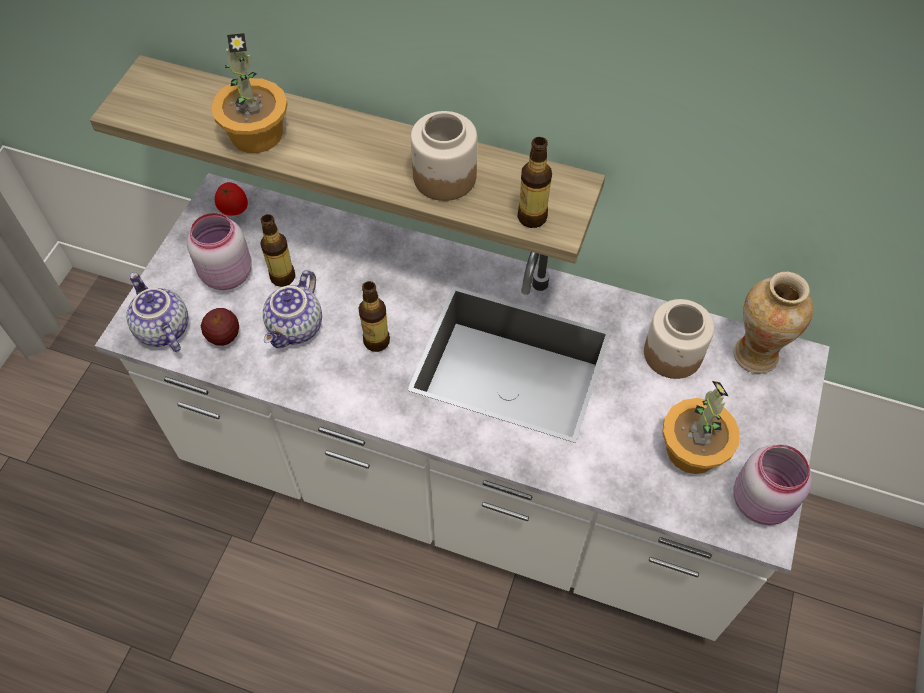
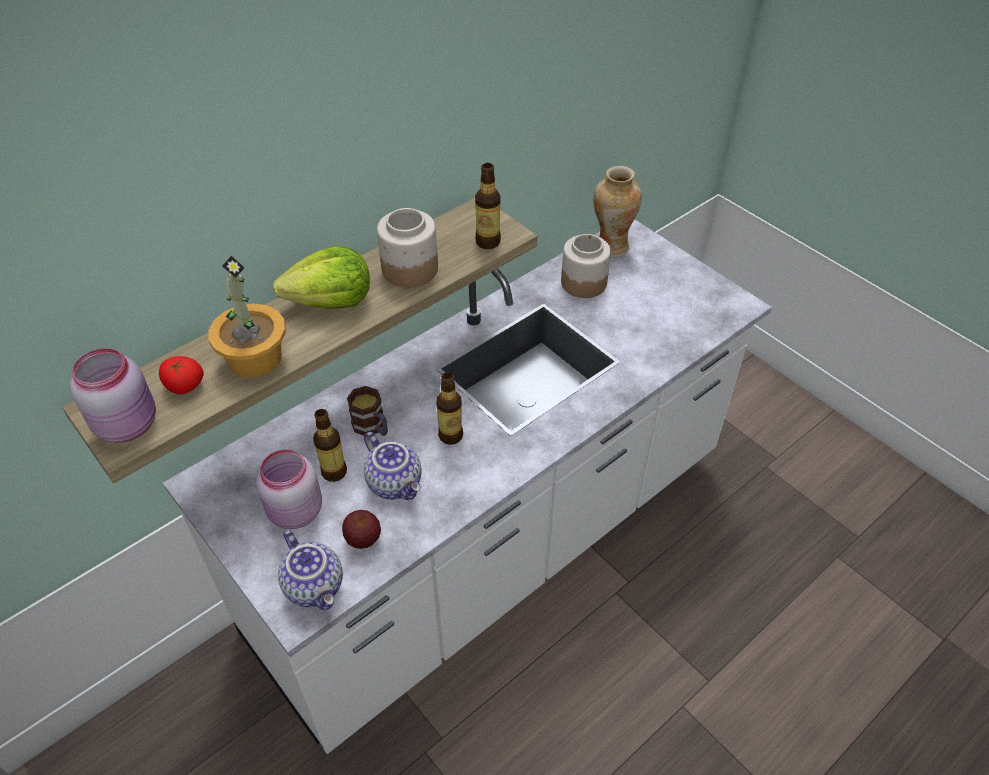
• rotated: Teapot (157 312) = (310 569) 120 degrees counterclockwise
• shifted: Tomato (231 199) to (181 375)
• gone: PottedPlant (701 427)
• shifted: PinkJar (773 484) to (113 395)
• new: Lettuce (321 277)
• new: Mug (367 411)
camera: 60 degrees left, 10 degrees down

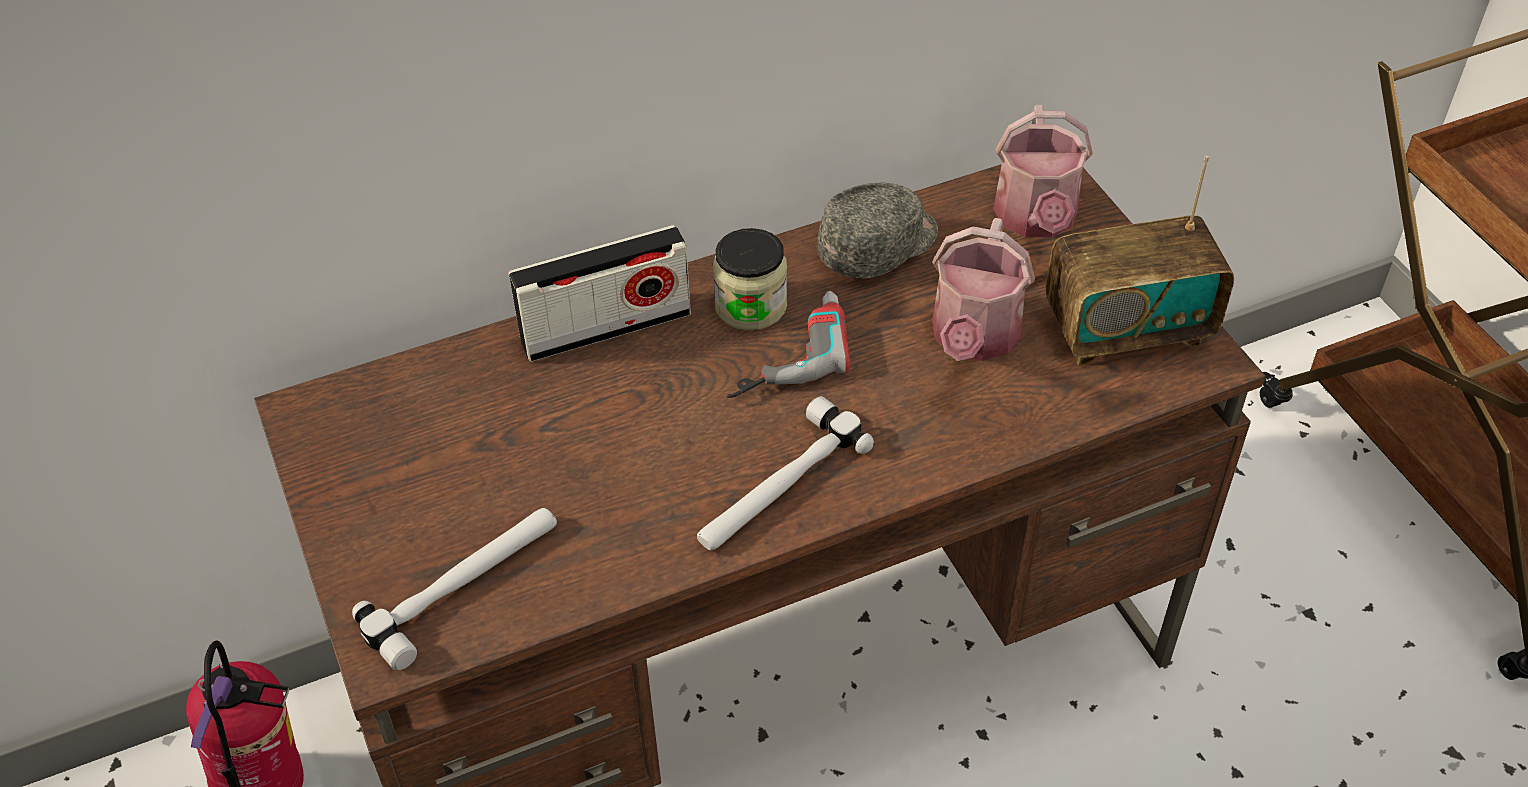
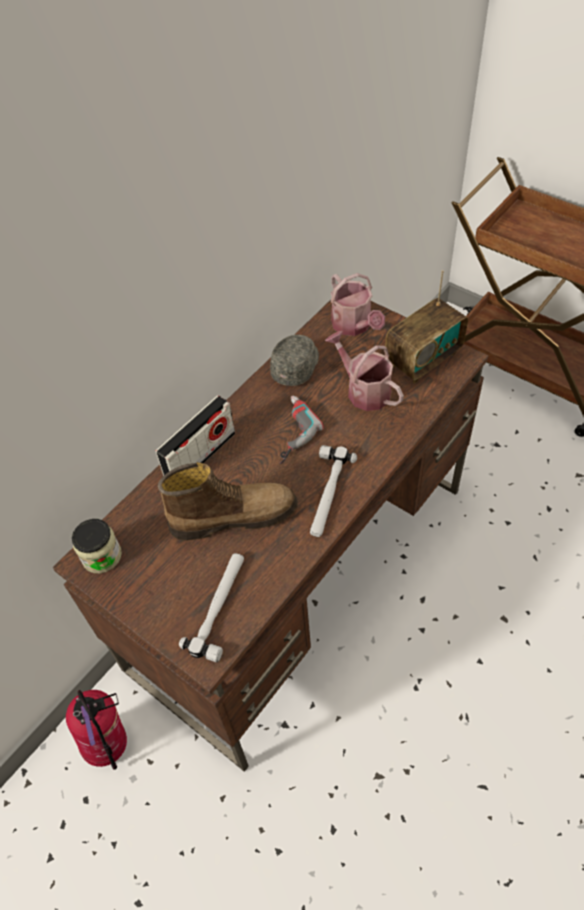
• shifted: Jar (750 279) to (97 546)
• rotated: WateringCan (983 289) = (364 371) 150 degrees clockwise
• new: Boot (228 501)
camera: 25 degrees left, 5 degrees up

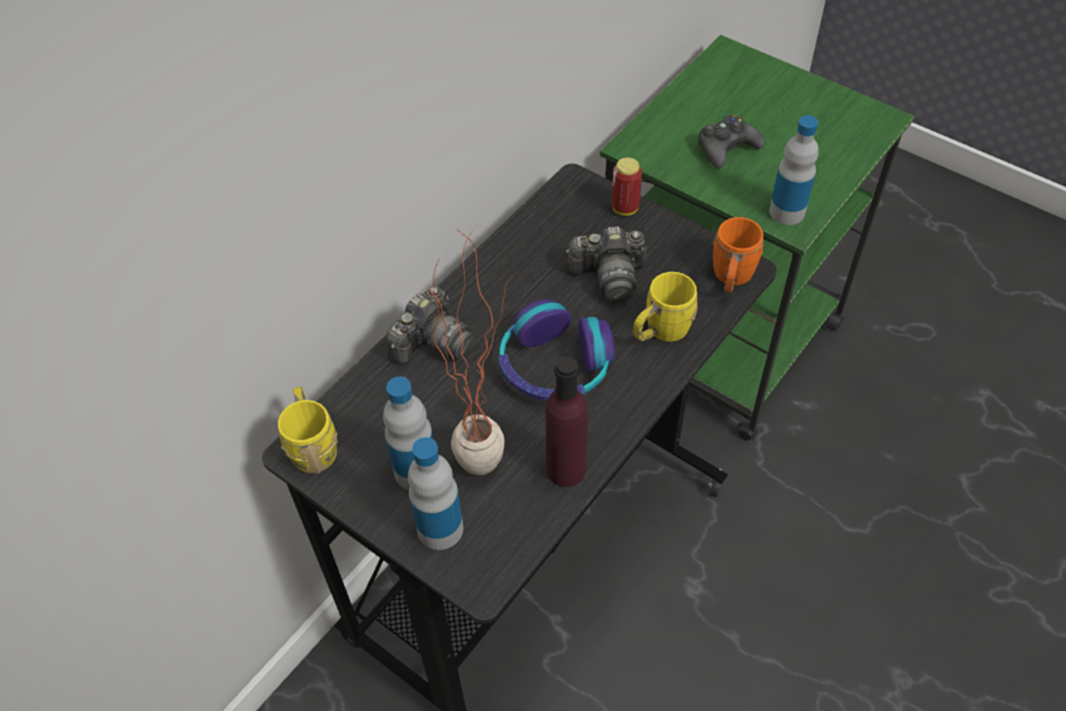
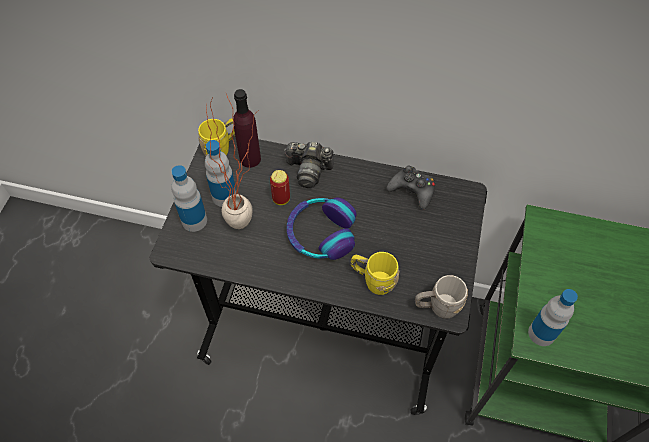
• shifted: PurpleBottle (567 422) to (247 128)
• gone: PhotoCamera (606 264)
• shifted: Can (627 187) to (280 187)
• shifted: BlackGameController (731 142) to (410 187)
• repainted: OrangeMug (738 255) to GreyMug (441 297)
camera: 65 degrees right, 5 degrees up

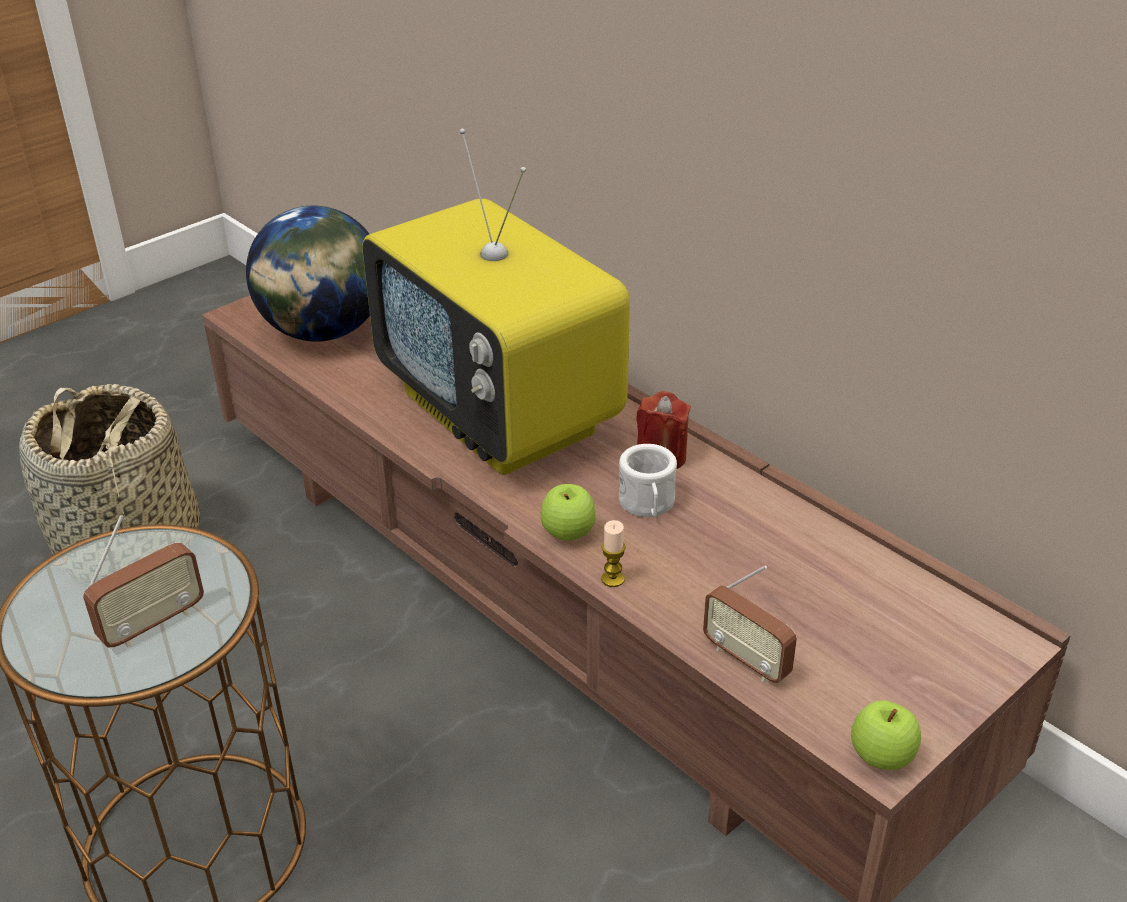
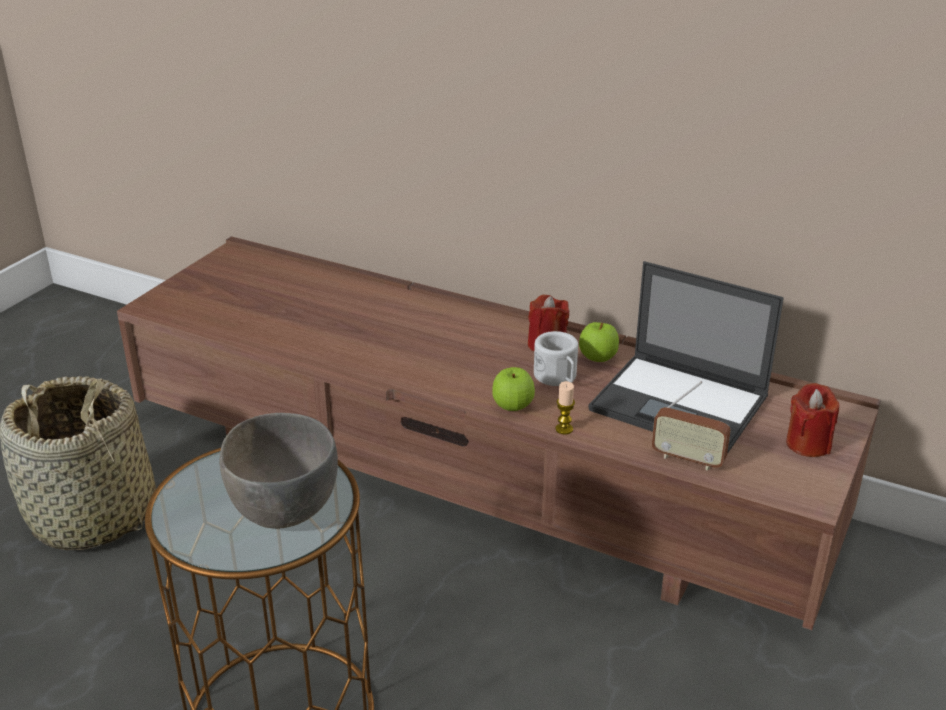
• swapped: Radio (143 581) to GreyBowl (278 471)
• gone: Globe (308 274)
• gone: Television (496 301)
• shifted: Apple (886 735) to (599 342)
• new: Laptop (686 357)
• new: RedCandle (812 420)
camera: 20 degrees left, 5 degrees down

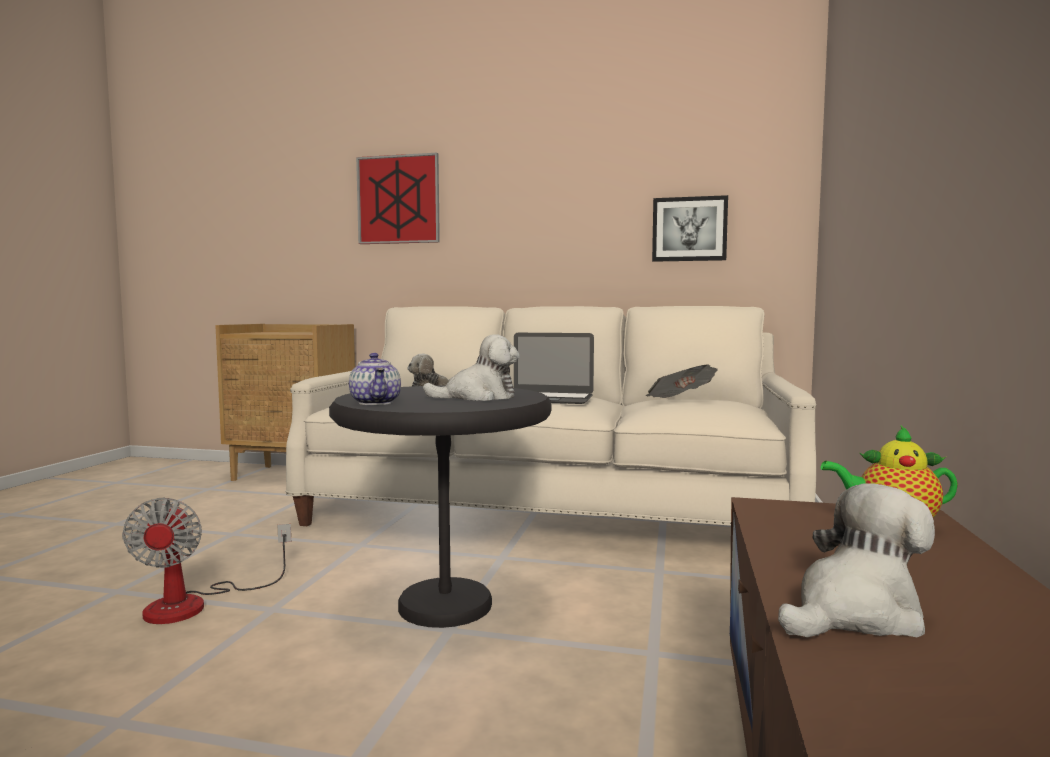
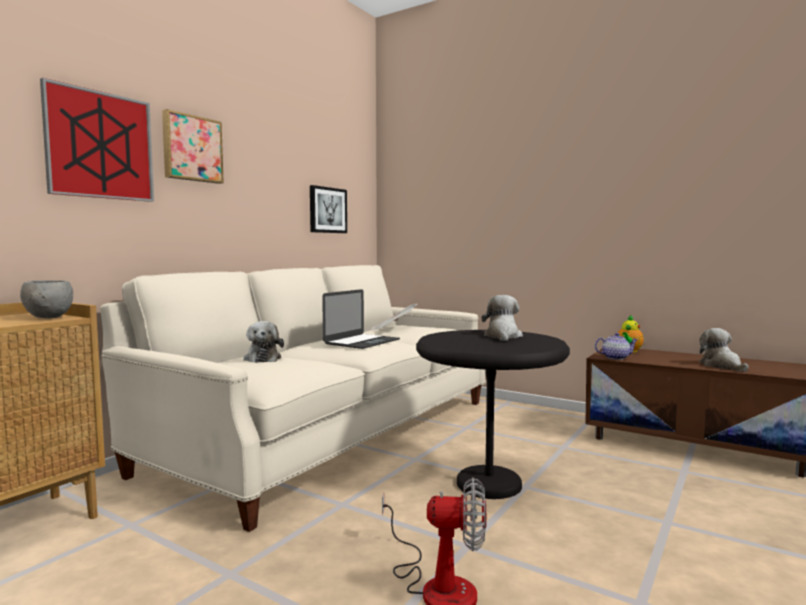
• shifted: Teapot (375 379) to (616 346)
• new: GreyBowl (46 299)
• new: Picture (193 146)
camera: 70 degrees left, 0 degrees up

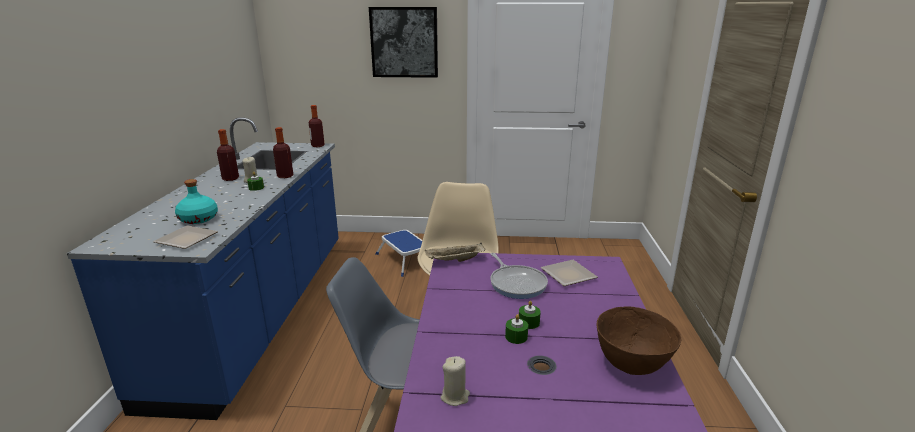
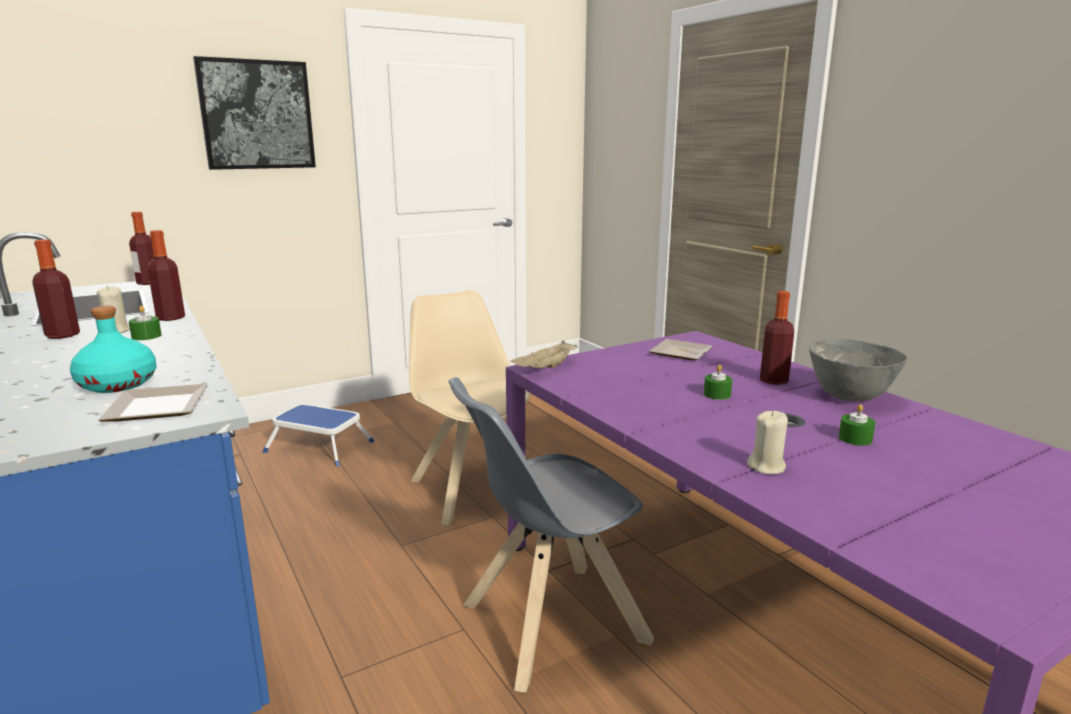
• gone: FryingPan (519 276)
• shifted: GreenCandle (516 329) to (857 425)
• repainted: BrownBowl (638 340) to GreyBowl (858 370)
• new: Bottle (777 338)
camera: 35 degrees left, 5 degrees down

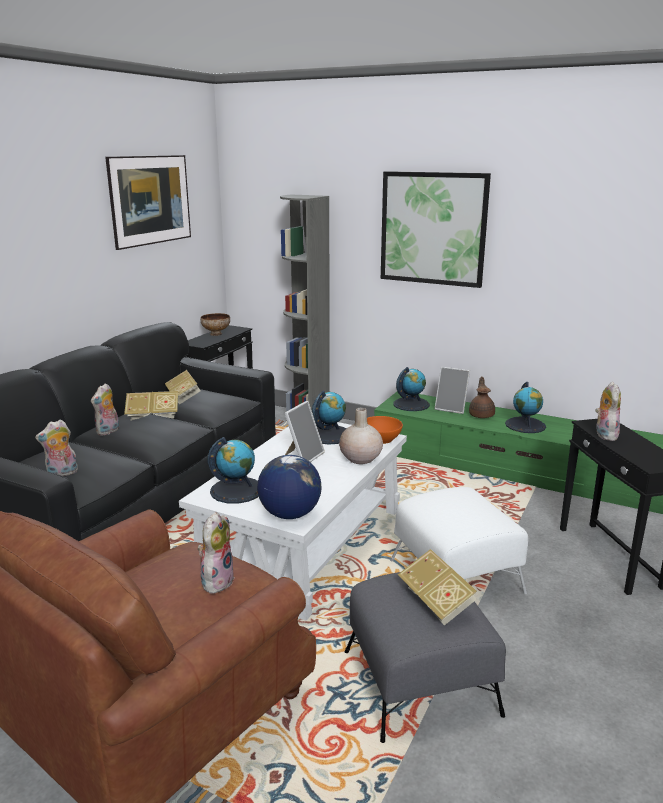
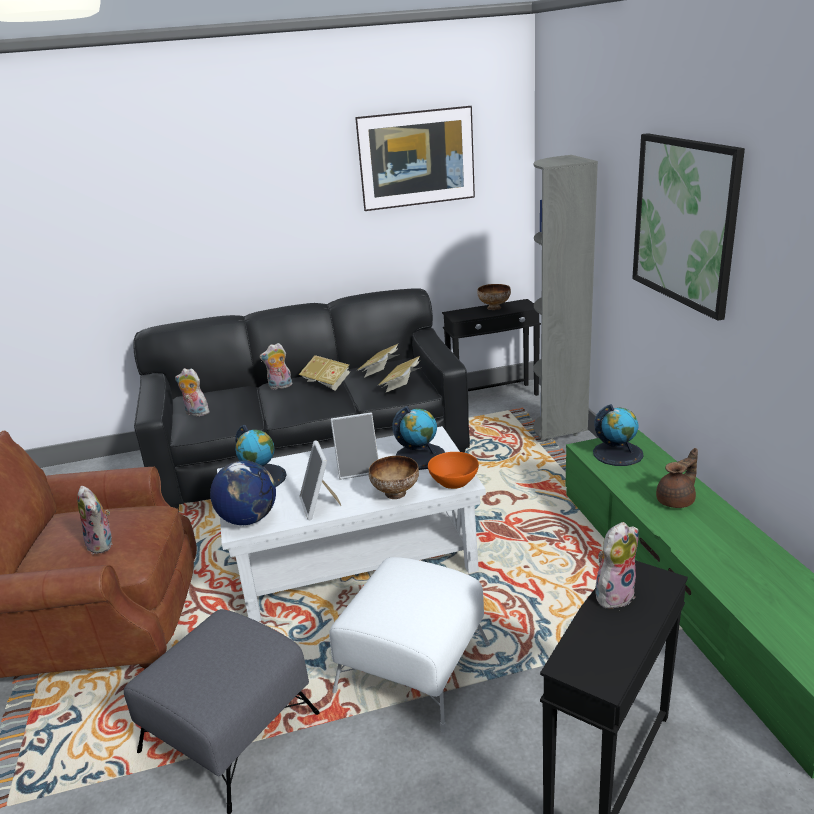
• rotated: PlushToy (216 553) = (94 520) 75 degrees clockwise
• swapped: BeigeVase (361 436) to Bowl (394 477)
• shifted: Book (437 587) to (400 374)
• shifted: PictureFrame (452 390) to (320 480)
• gone: Globe (525 407)
camera: 50 degrees right, 5 degrees up

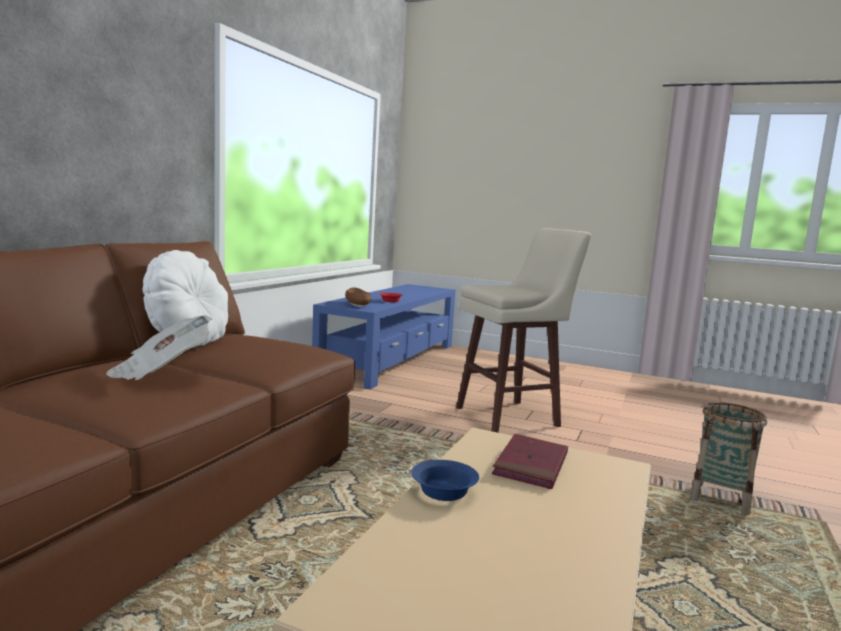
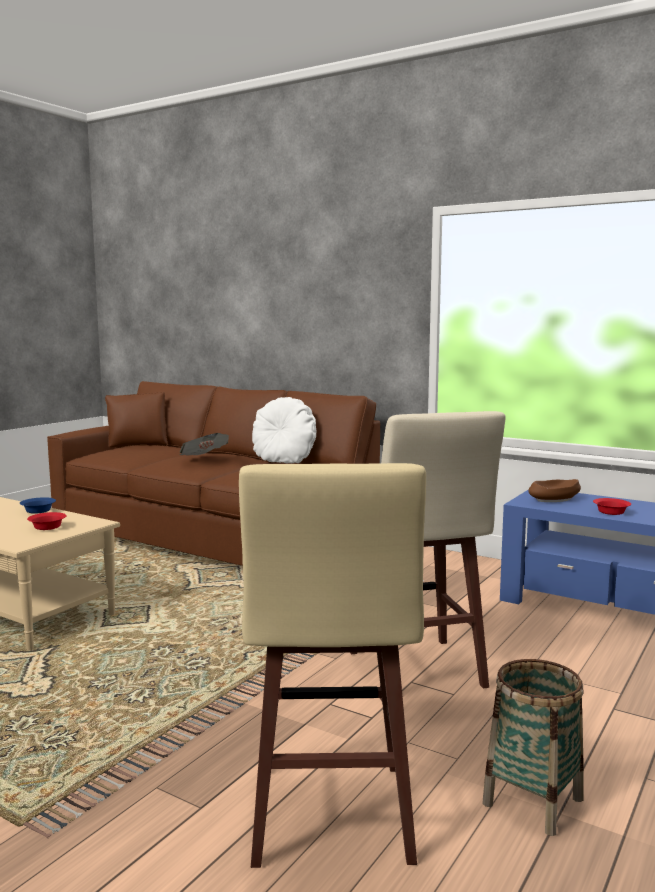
• swapped: RedBook (530 461) to RedBowl (46 521)
• shifted: Basket (728 458) to (533 747)
• new: BeigeStool (332 665)
camera: 100 degrees right, 0 degrees up

